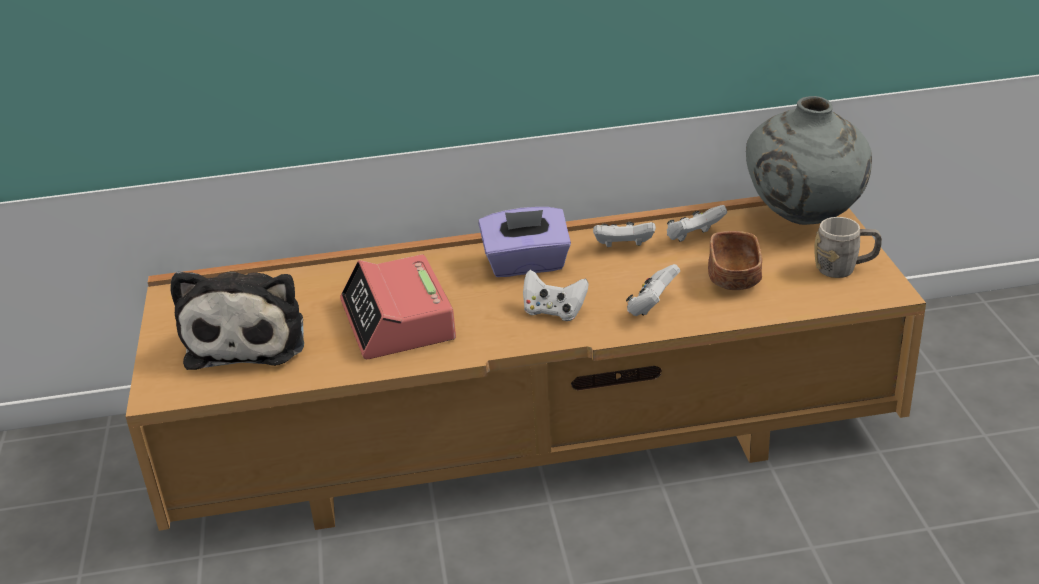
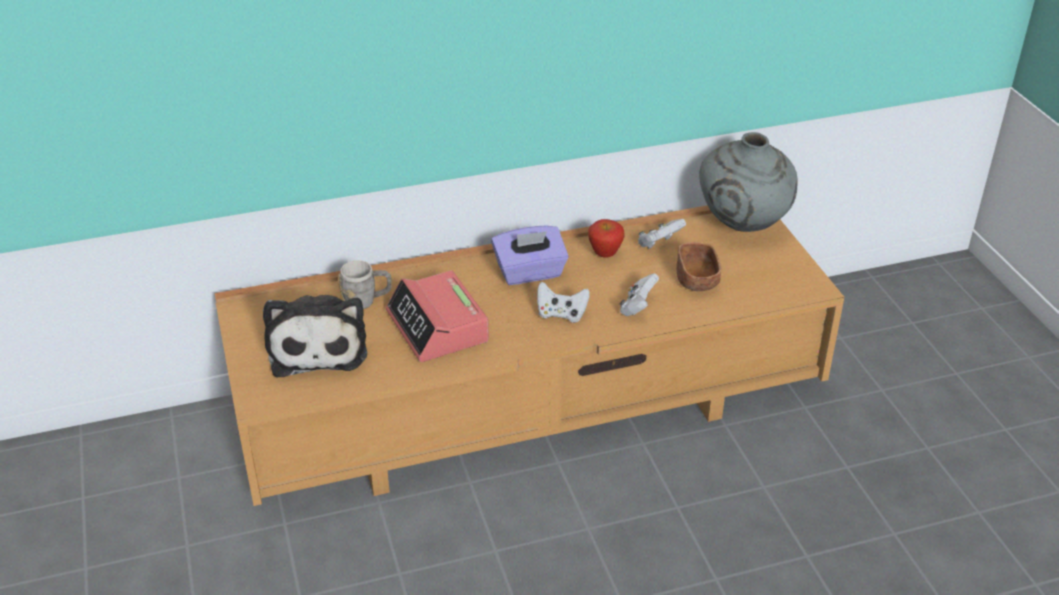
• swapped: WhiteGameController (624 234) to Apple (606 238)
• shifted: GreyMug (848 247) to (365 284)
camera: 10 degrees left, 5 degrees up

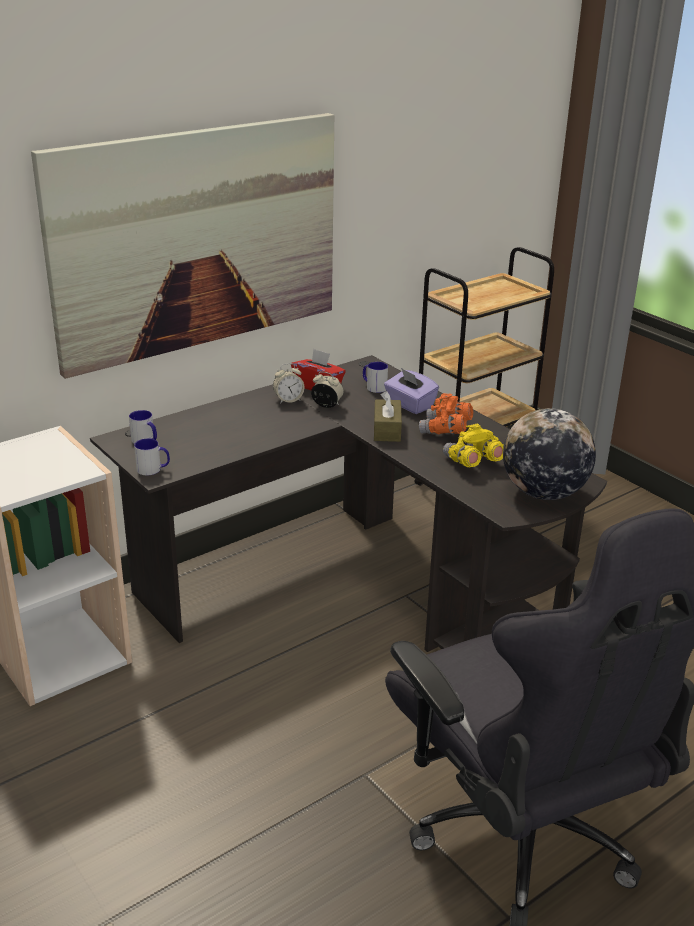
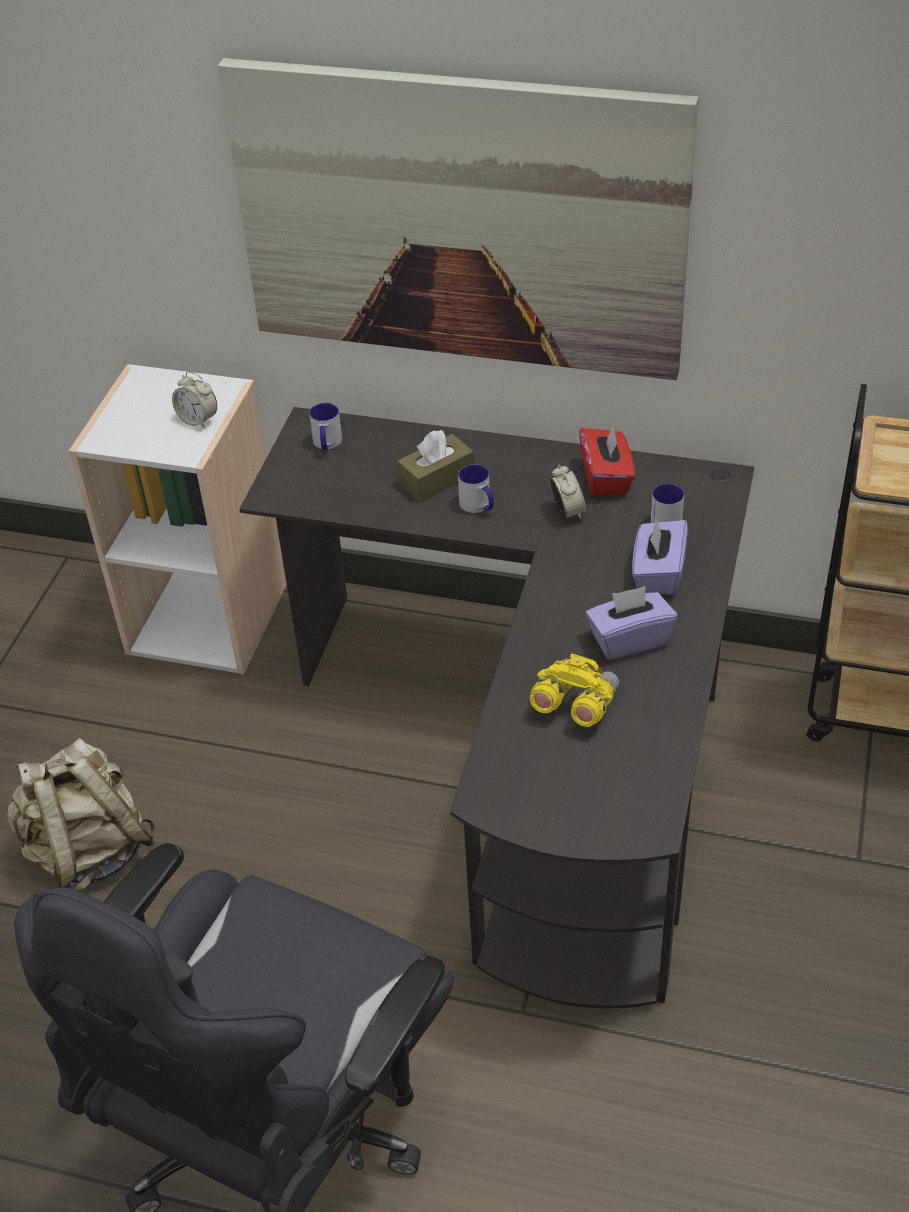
• shifted: Mug (152 456) to (476 488)
• shifted: AlarmClock (288 383) to (194 400)
• shifted: BrownTissueBox (388 416) to (435 465)
• swapped: OrangeBinoculars (446 413) to PurpleTissueBox (631 623)
• gone: Globe (549 454)
• new: BeigeBackpack (81 815)
camera: 55 degrees right, 15 degrees up

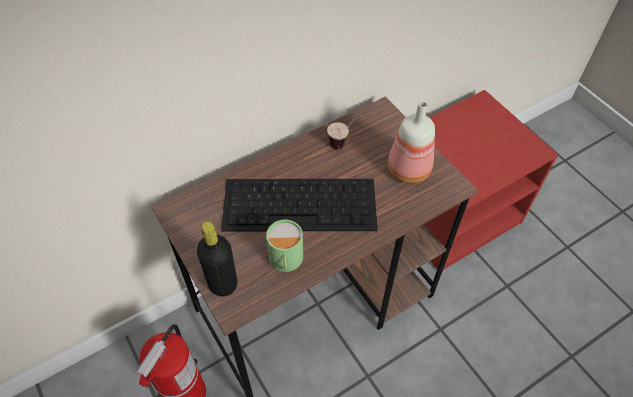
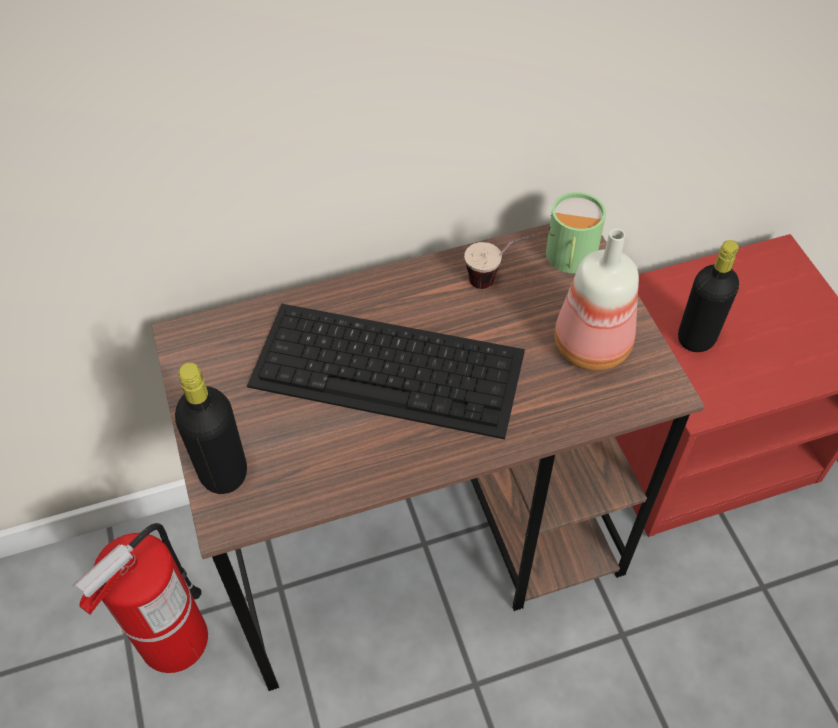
• shifted: GreenMug (284 246) to (576 232)
• new: BlackBottle (708 296)
camera: 15 degrees right, 0 degrees up

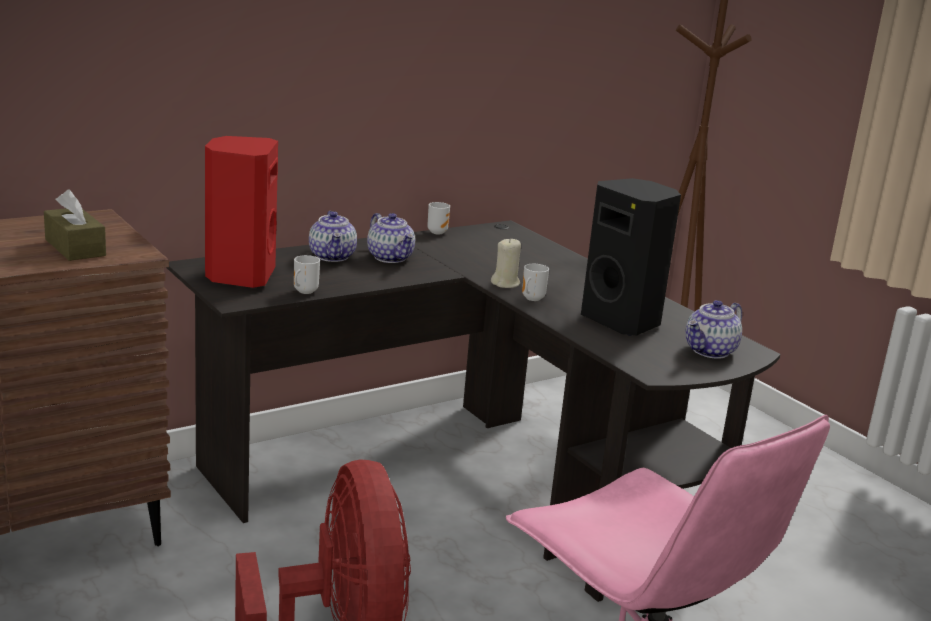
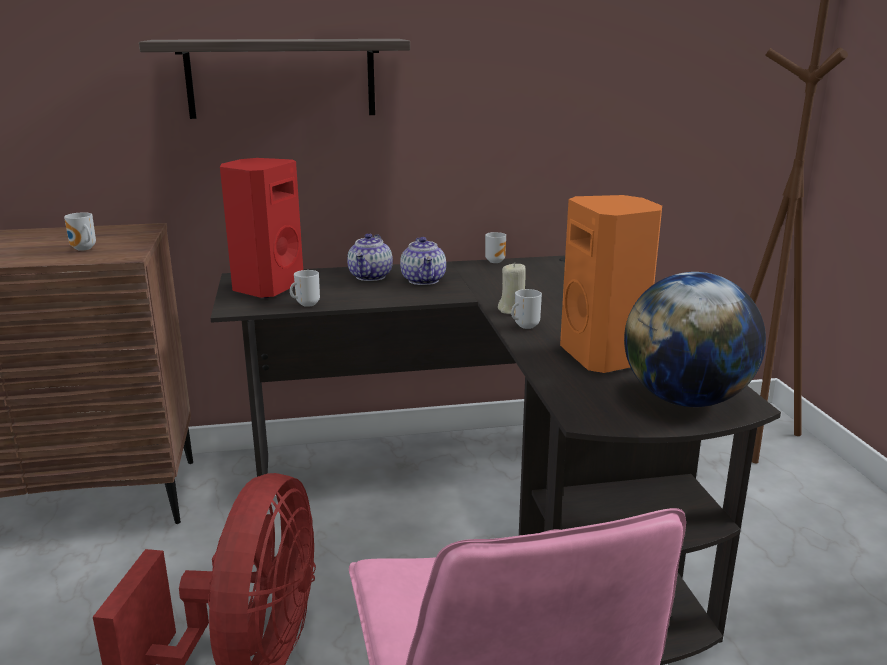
• swapped: BrownTissueBox (75 225) to Mug (80 231)
• repainted: BlackSpeaker (631 257) to OrangeSpeaker (611 284)
• swapped: Teapot (713 329) to Globe (695 339)
• new: Shelf (274 79)
camera: 25 degrees right, 0 degrees up

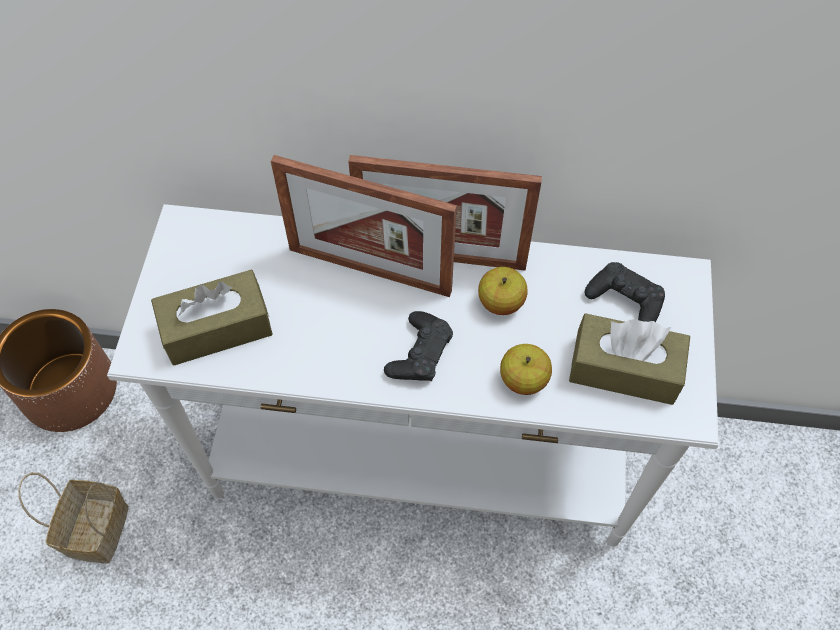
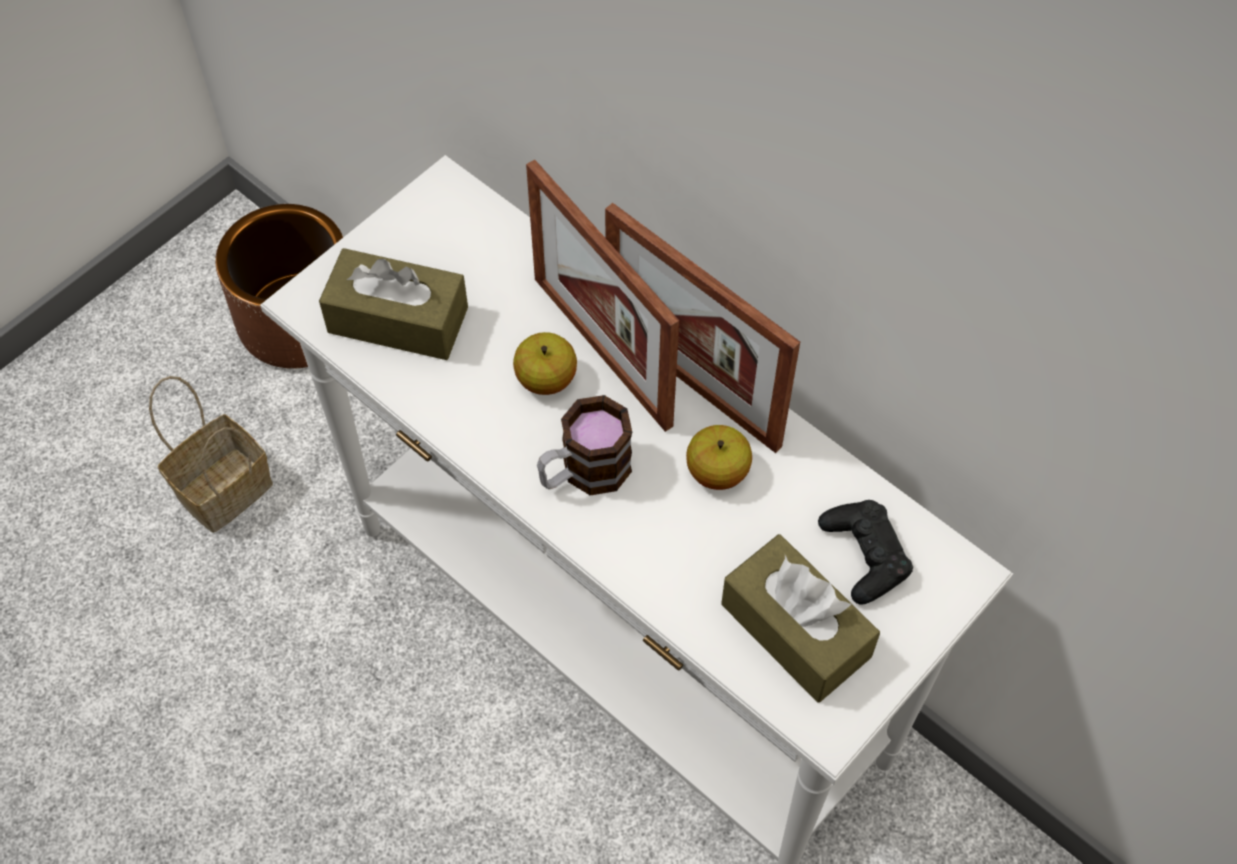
• swapped: BlackGameController (418 346) to Mug (584 445)
• shifted: Apple (526 369) to (545 363)
camera: 35 degrees right, 0 degrees up

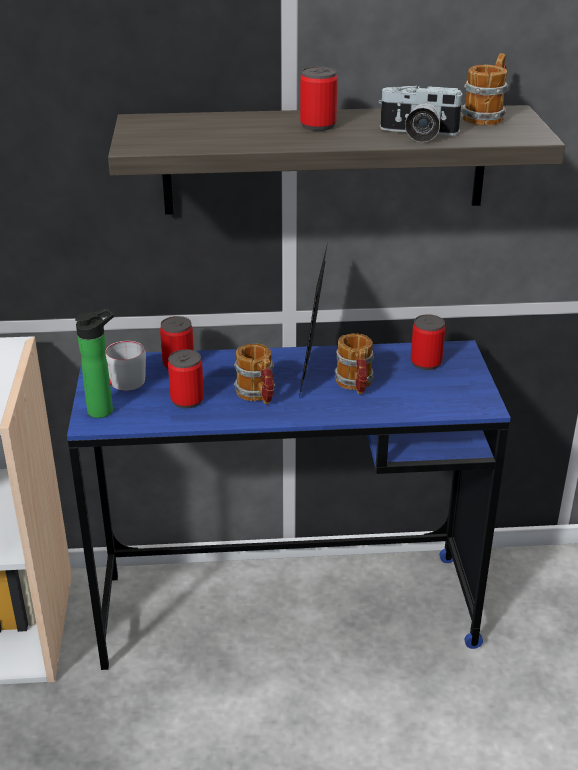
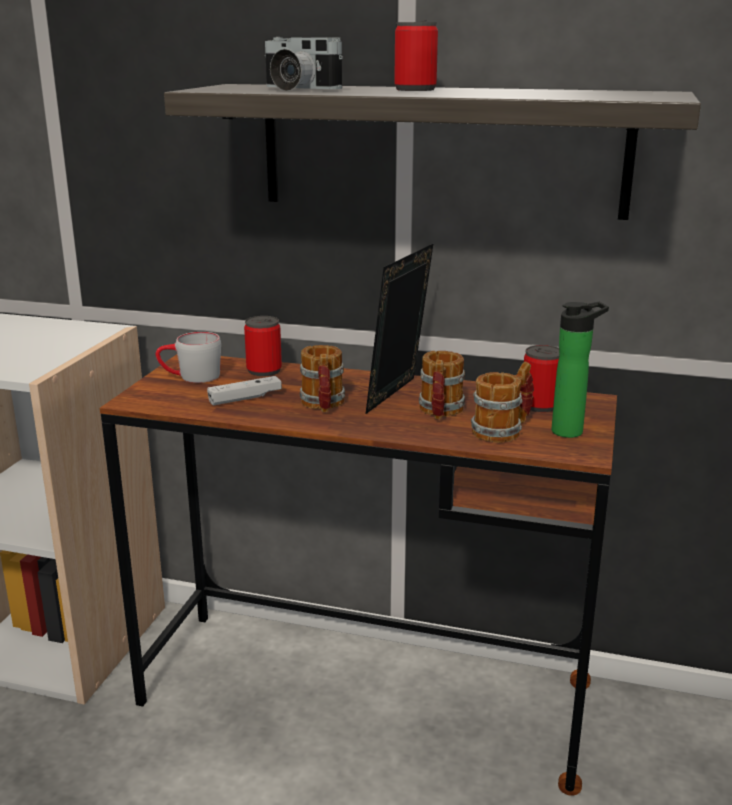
• repainted: BlueDesk (289 505) to BrownDesk (358 575)
• shifted: Bottle (94 363) to (580 370)
• swapped: Can (186 379) to WhiteGameController (244 390)
• shifted: PhotoCamera (421 114) to (304 64)
• shifted: Mug (484 89) to (502 402)
camera: 20 degrees right, 10 degrees down

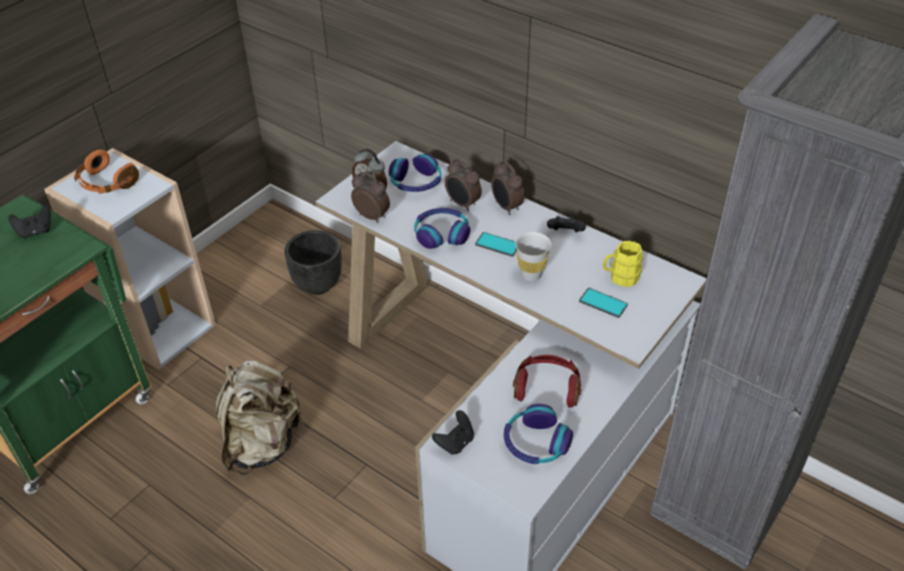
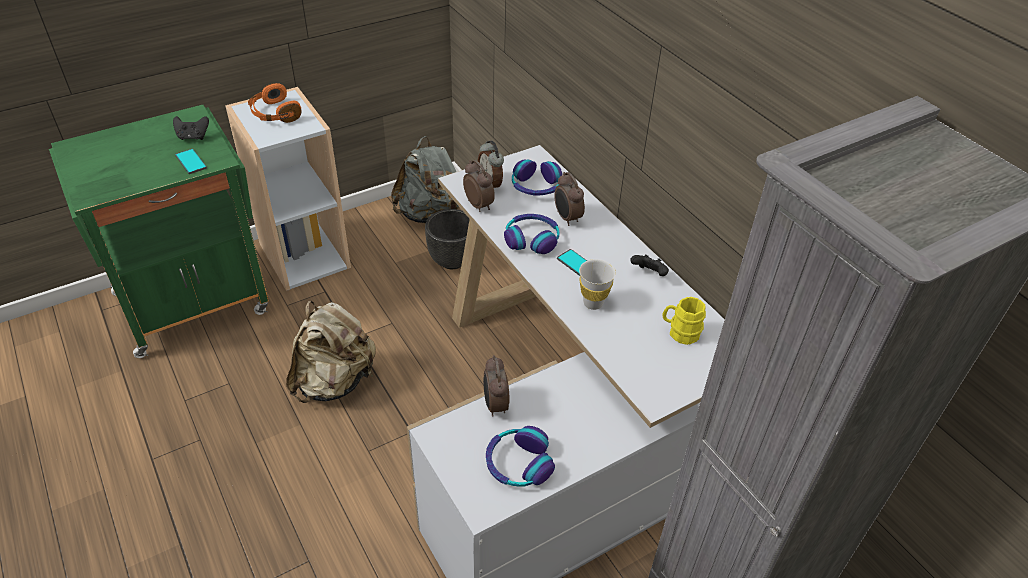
• gone: BlackGameController (453 432)
• shifted: AlarmClock (508 188) to (496 386)
• gone: RedHeadphones (547 381)
• shifted: Phone (603 303) to (191 161)
• new: GreyBackpack (425 179)
camera: 20 degrees right, 0 degrees up

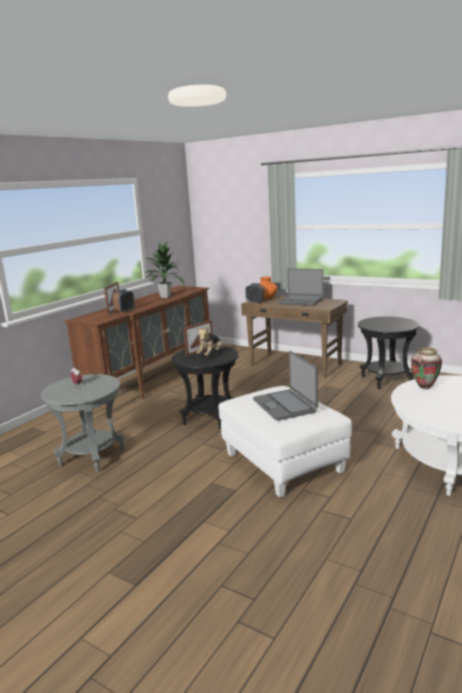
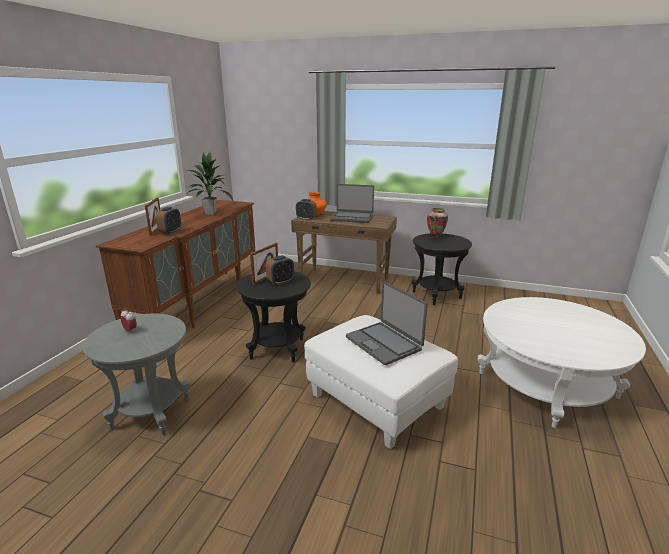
• swapped: PlushToy (210 341) to AlarmClock (280 270)
• shifted: Vase (426 368) to (437 223)
camera: 15 degrees left, 5 degrees up

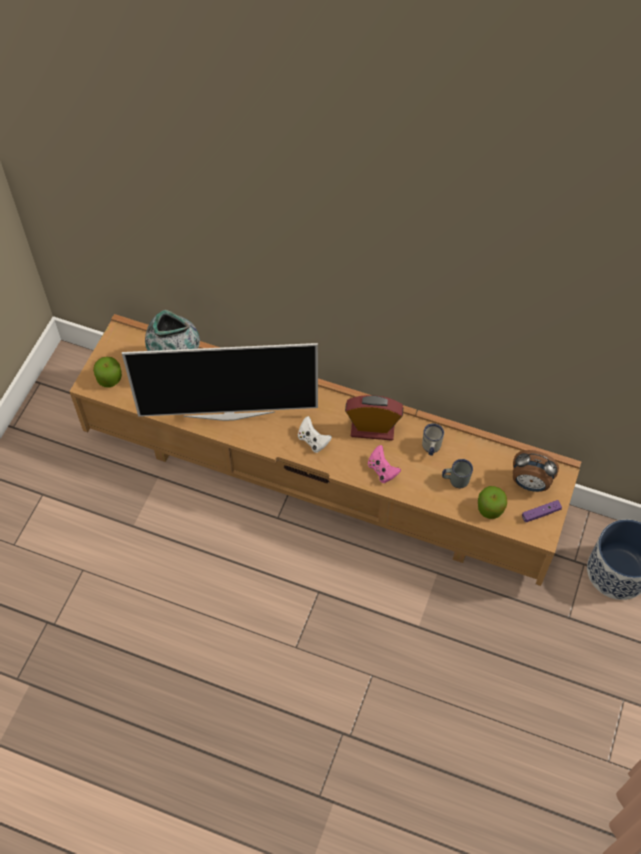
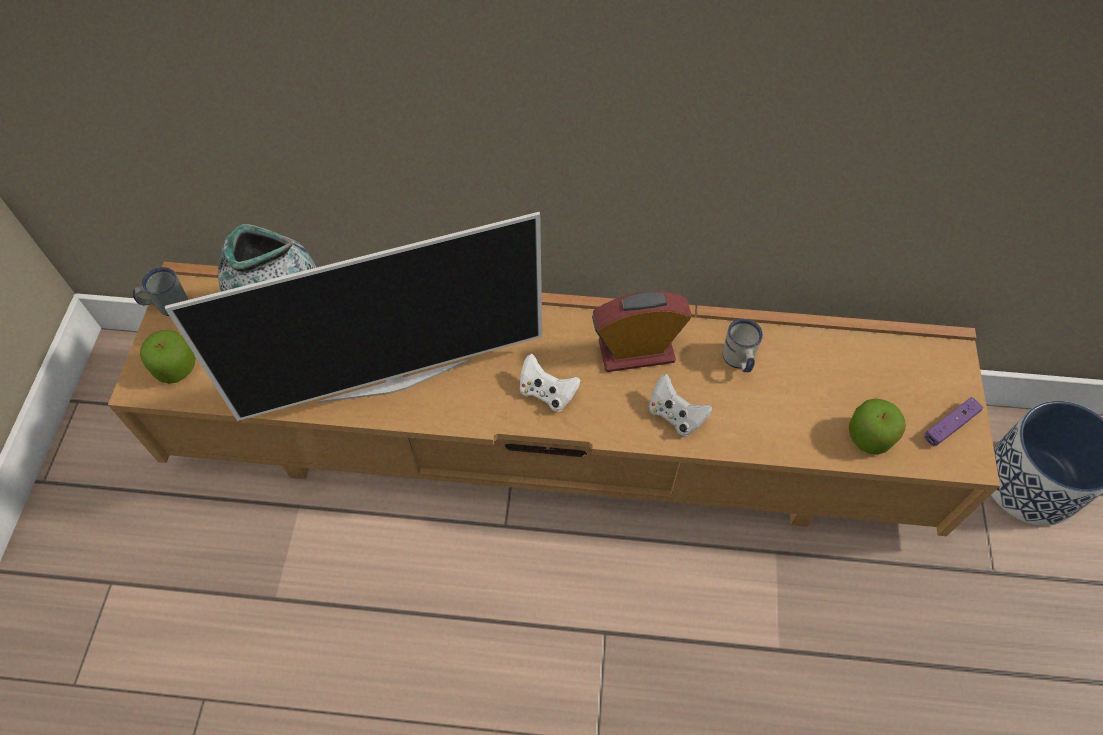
• repainted: PinkGameController (384 464) to WhiteGameController (680 405)
• shifted: GreyMug (457 473) to (160 291)
• gone: AlarmClock (536 471)
camera: 15 degrees left, 0 degrees up

